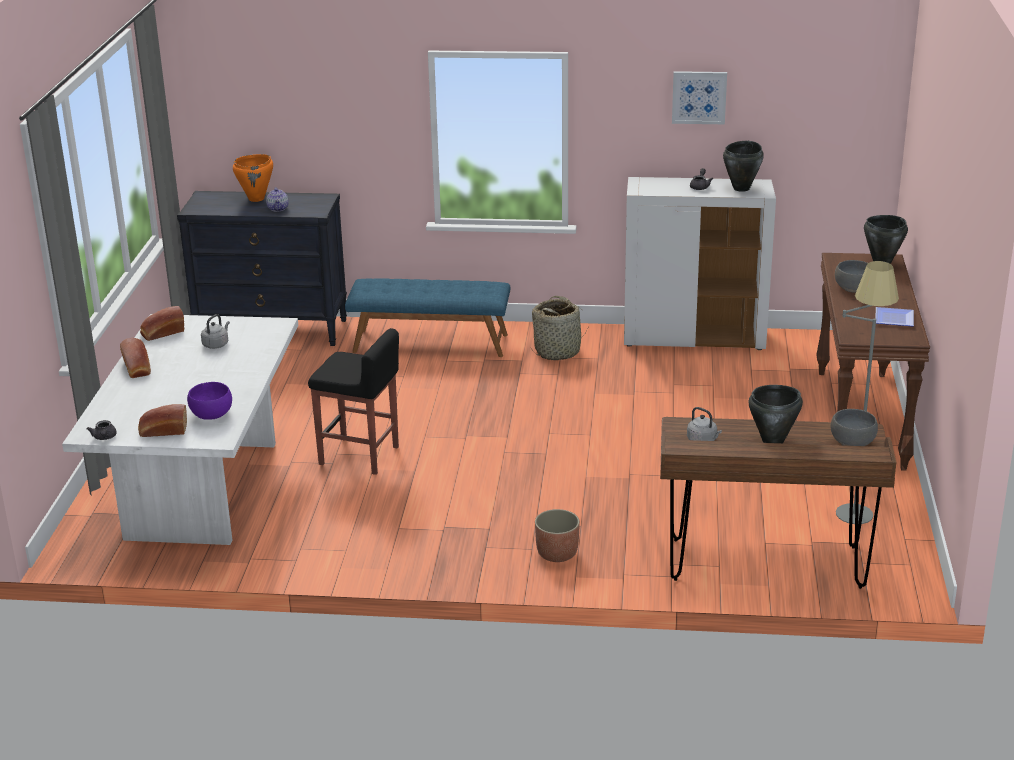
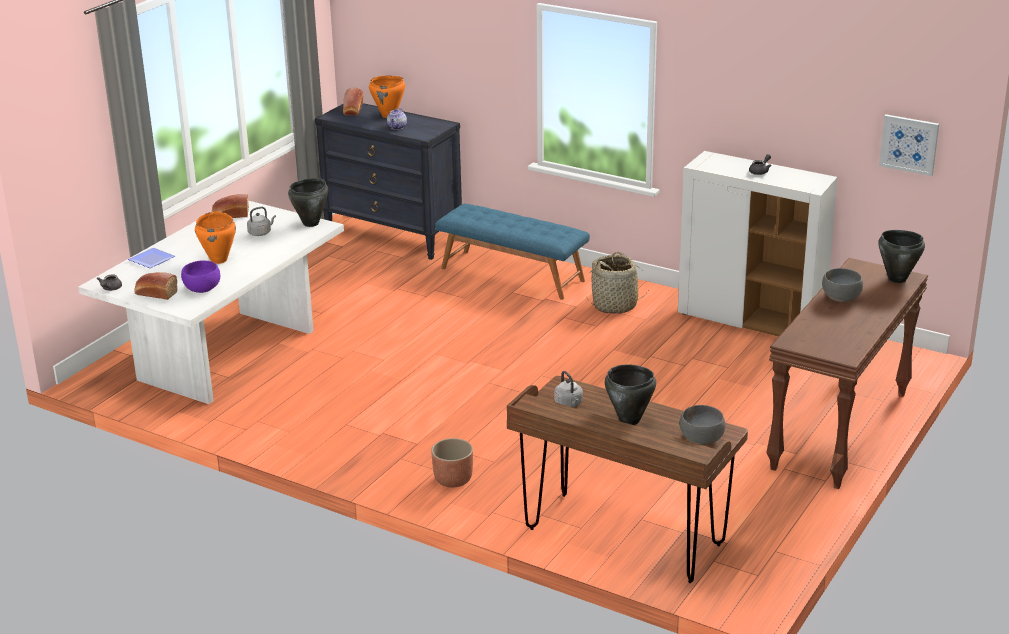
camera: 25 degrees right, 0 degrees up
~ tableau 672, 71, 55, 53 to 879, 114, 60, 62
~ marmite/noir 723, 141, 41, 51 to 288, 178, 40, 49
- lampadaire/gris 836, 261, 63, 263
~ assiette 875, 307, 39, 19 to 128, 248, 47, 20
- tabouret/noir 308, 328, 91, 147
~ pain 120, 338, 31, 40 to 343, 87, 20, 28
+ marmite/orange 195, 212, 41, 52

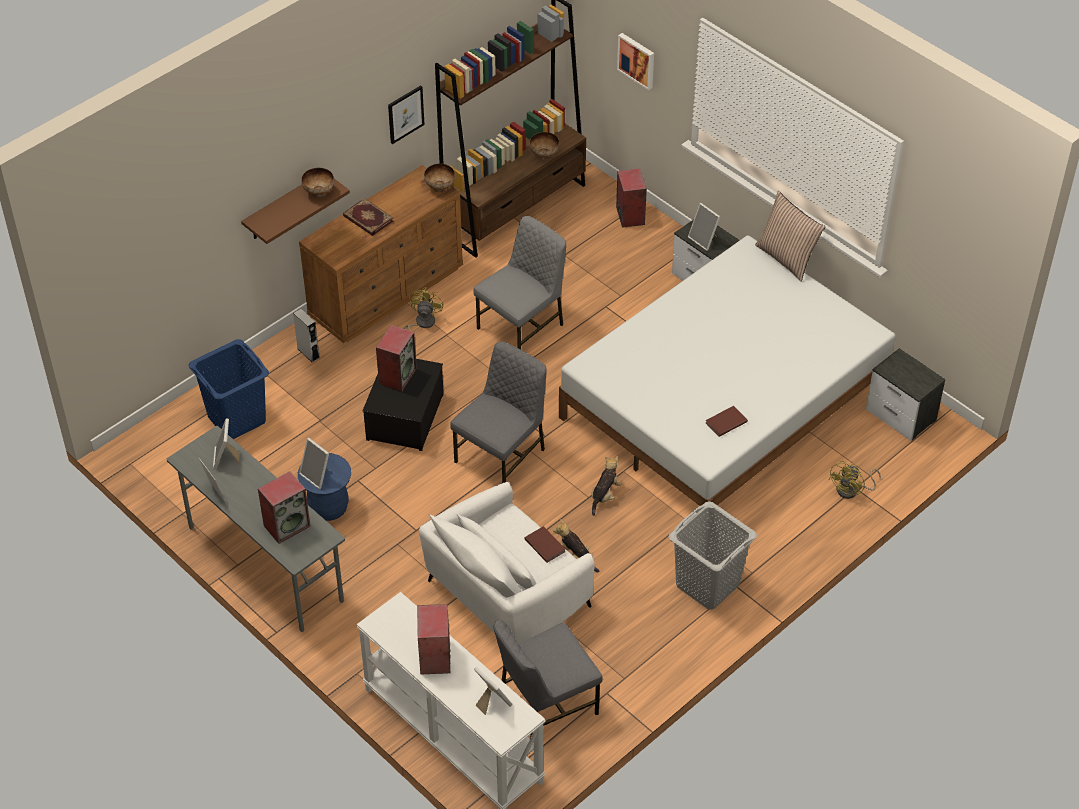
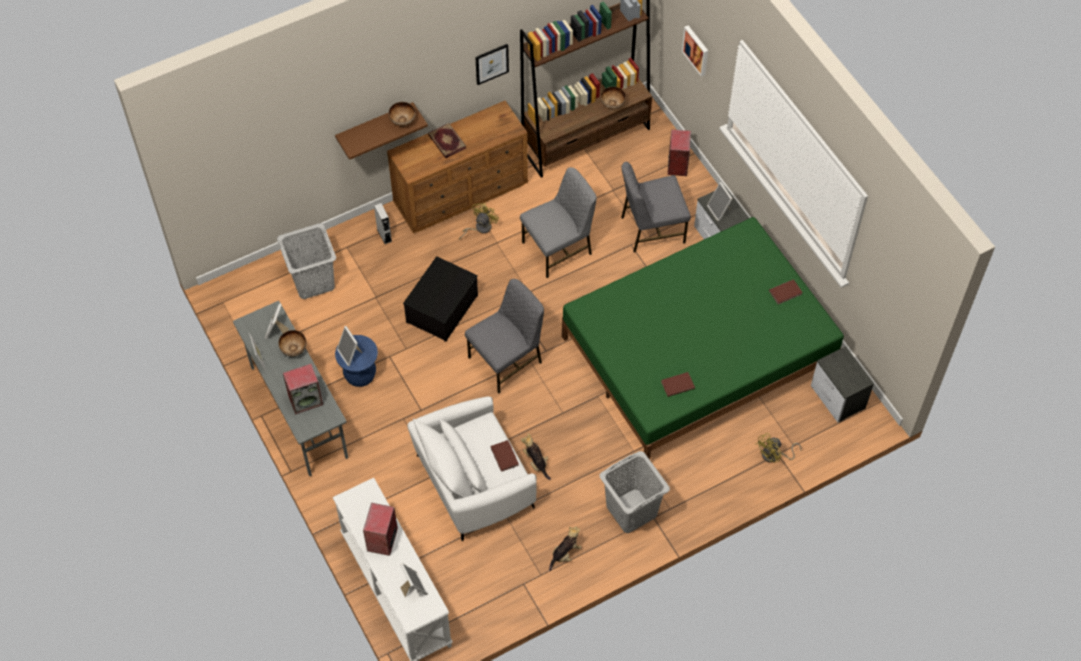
camera: 15 degrees right, 10 degrees up
~ bol 424, 163, 31, 29 to 278, 330, 29, 26
- coussin 755, 191, 70, 91
~ lit/blanc 559, 235, 336, 271 to lit/vert 562, 217, 282, 243
- enceinte 376, 325, 41, 67
~ panier à linge/bleu 189, 339, 80, 100 to panier à linge/gris 277, 223, 59, 76
~ peluche 591, 456, 31, 60 to 549, 527, 32, 44
~ chaise/gris 494, 619, 109, 119 to 621, 162, 70, 90
+ livre/marron 769, 279, 34, 25

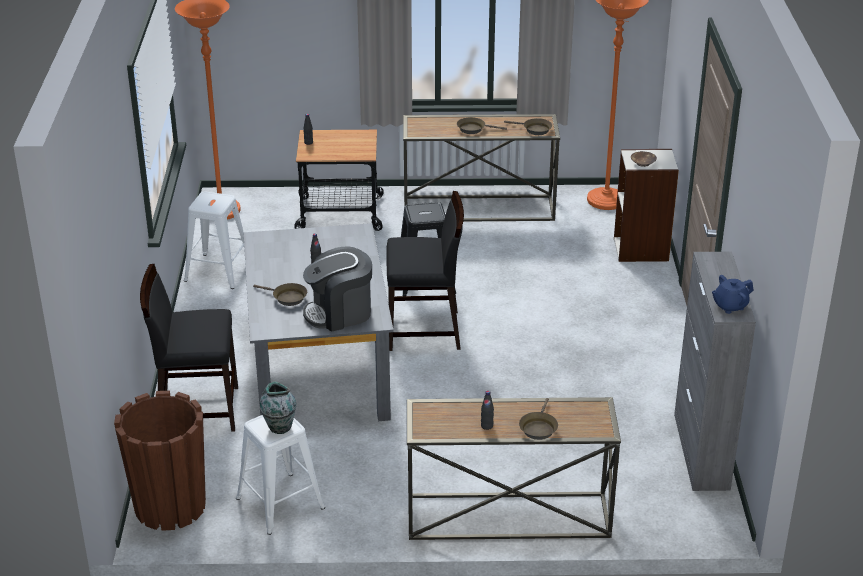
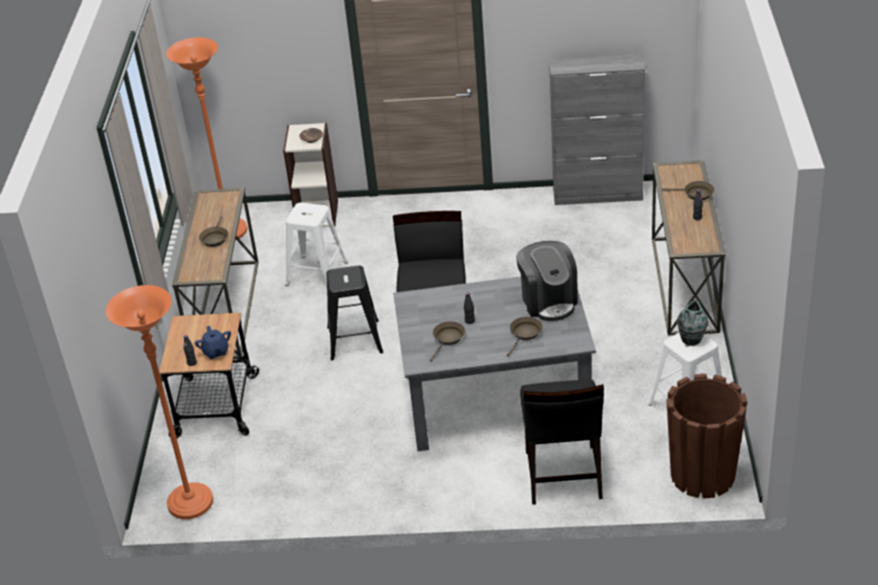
camera: 85 degrees left, 5 degrees up
~ poêle/marron 504, 118, 48, 17 to 430, 321, 35, 41
~ tabouret/blanc 184, 192, 60, 97 to 285, 203, 63, 83
~ théière/bleu 712, 275, 41, 39 to 195, 326, 36, 33

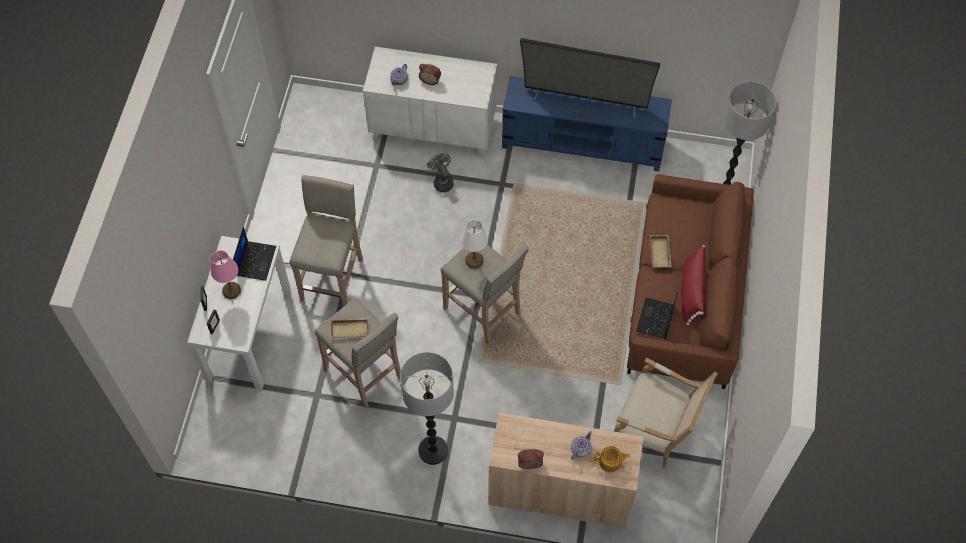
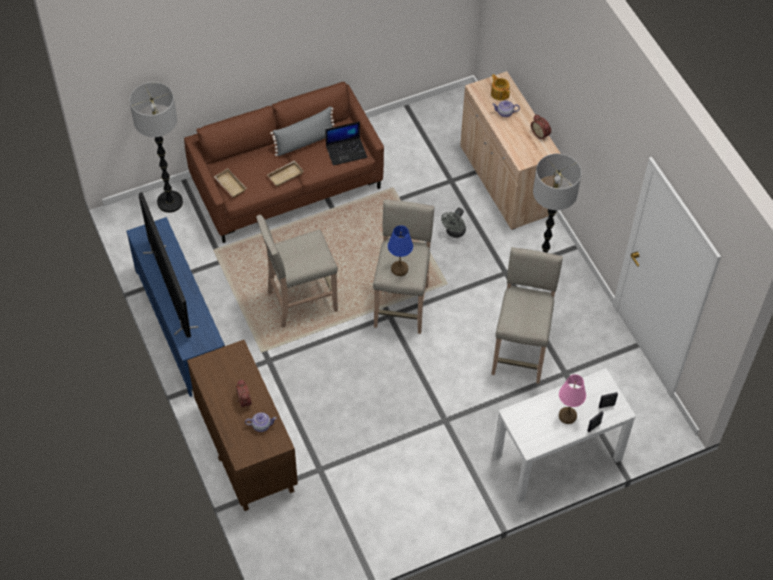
camera: 125 degrees left, 5 degrees down
~ commode/blanc 363, 47, 134, 109 to commode/marron 187, 340, 111, 171
~ ventilateur/gris 427, 153, 27, 39 to 441, 208, 25, 30
~ tabouret/beige 290, 175, 73, 131 to 256, 215, 82, 113
~ lampe de table/blanc 461, 220, 27, 49 to lampe de table/bleu 388, 225, 25, 51
- ordinateur portable 233, 227, 43, 54
~ coussin/rouge 681, 245, 25, 80 to coussin/gris 270, 106, 65, 50
~ plateau/beige 330, 318, 39, 20 to 214, 168, 33, 30
- fauteuil 614, 358, 104, 111

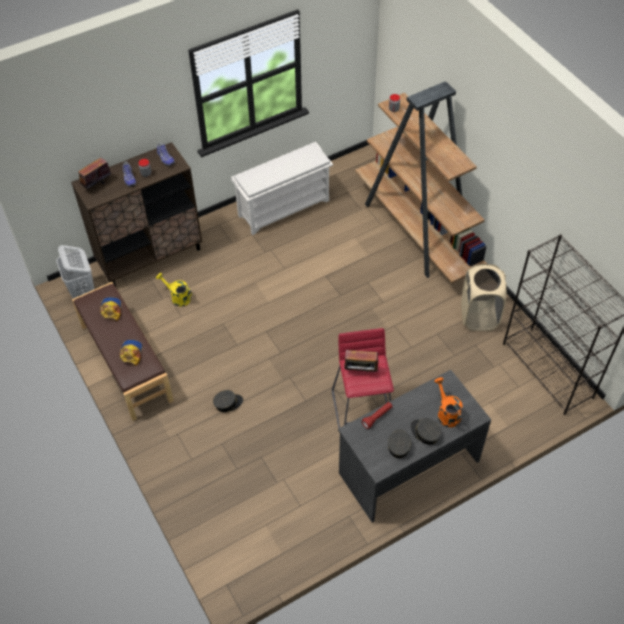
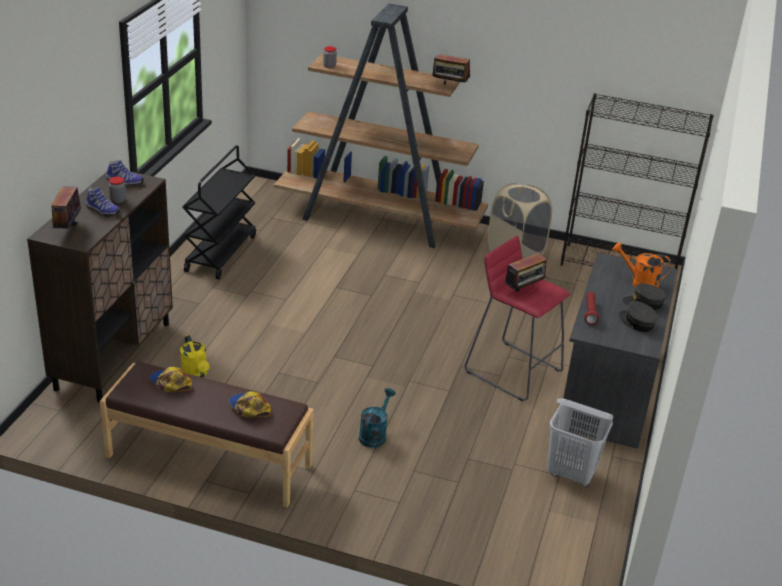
camera: 45 degrees left, 20 degrees down
~ étagère à chaussures/blanc 231, 142, 102, 93 to chariot/noir 182, 145, 74, 135
~ panier à linge/blanc 56, 245, 38, 54 to 547, 398, 67, 89
~ arrosoir/jaune 156, 273, 36, 34 = 180, 335, 29, 43 105 degrees counterclockwise
~ casquette/gris 213, 390, 30, 22 to arrosoir/turquoise 359, 388, 37, 60
+ radio 432, 48, 38, 37

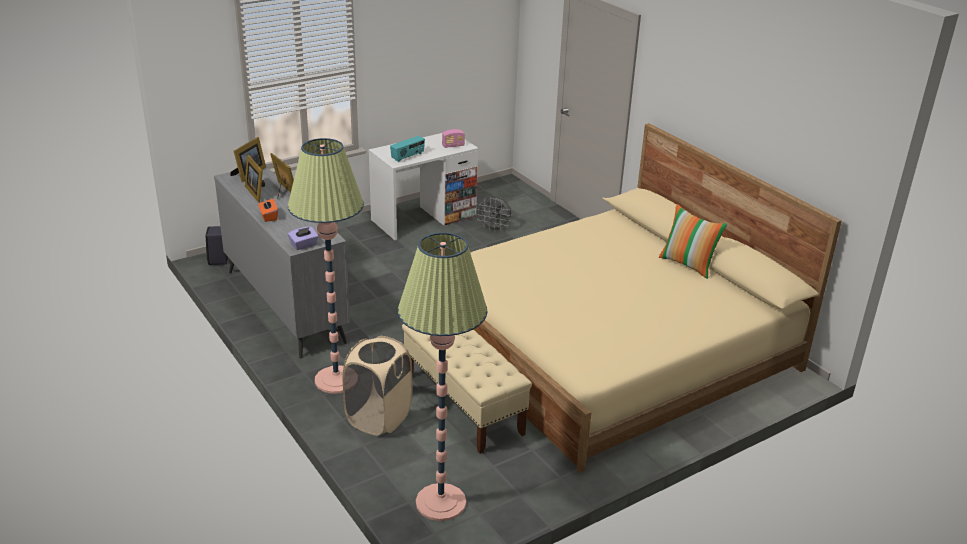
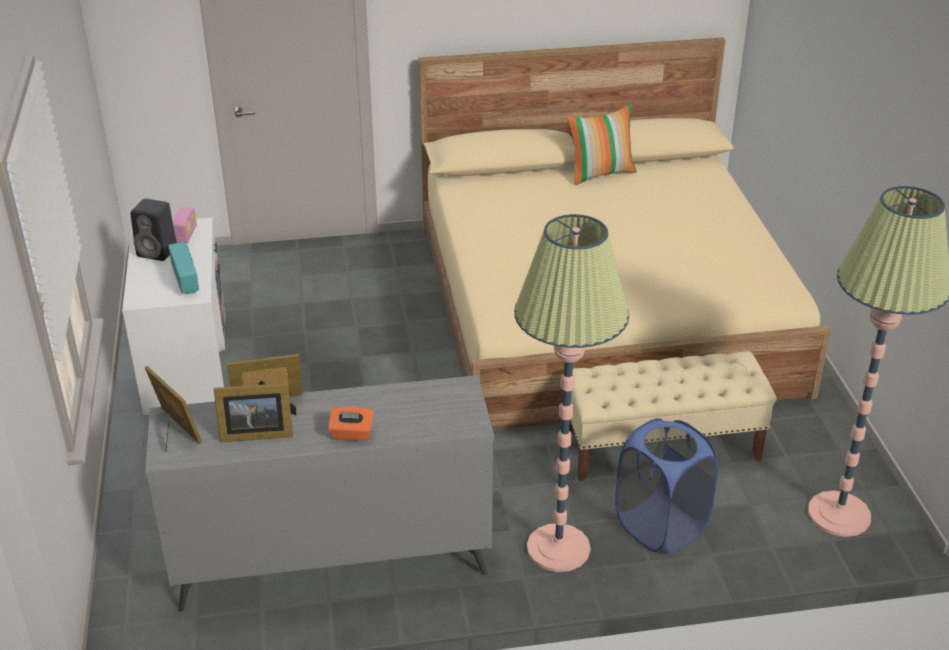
camera: 65 degrees left, 5 degrees up
- ventilateur/gris 475, 196, 36, 35
~ enceinte/noir 206, 226, 22, 39 to 131, 199, 46, 62
- boîte à mouchoirs/violet 288, 227, 31, 23
~ panier à linge/beige 342, 336, 70, 100 to panier à linge/bleu 615, 418, 103, 136

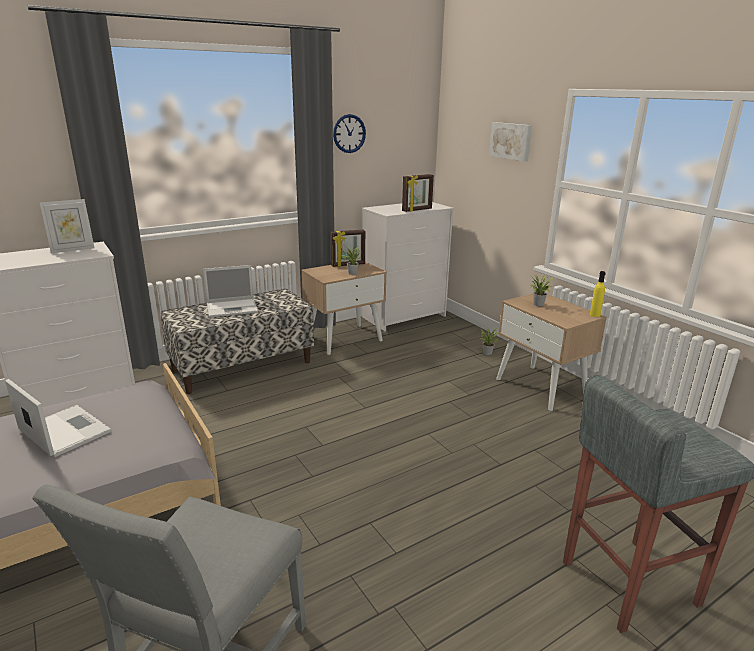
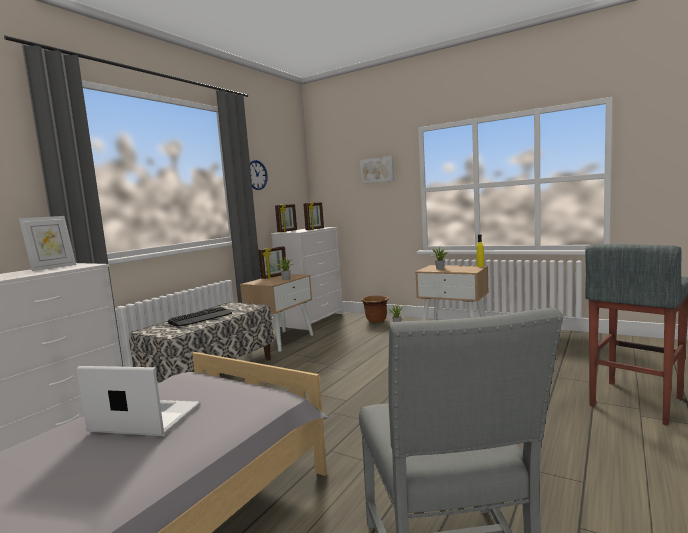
camera: 25 degrees left, 15 degrees down
~ ordinateur portable 203, 265, 55, 53 to clavier 168, 307, 64, 20
+ cadre photo 275, 204, 22, 28
+ cache-pot/marron 361, 295, 28, 28

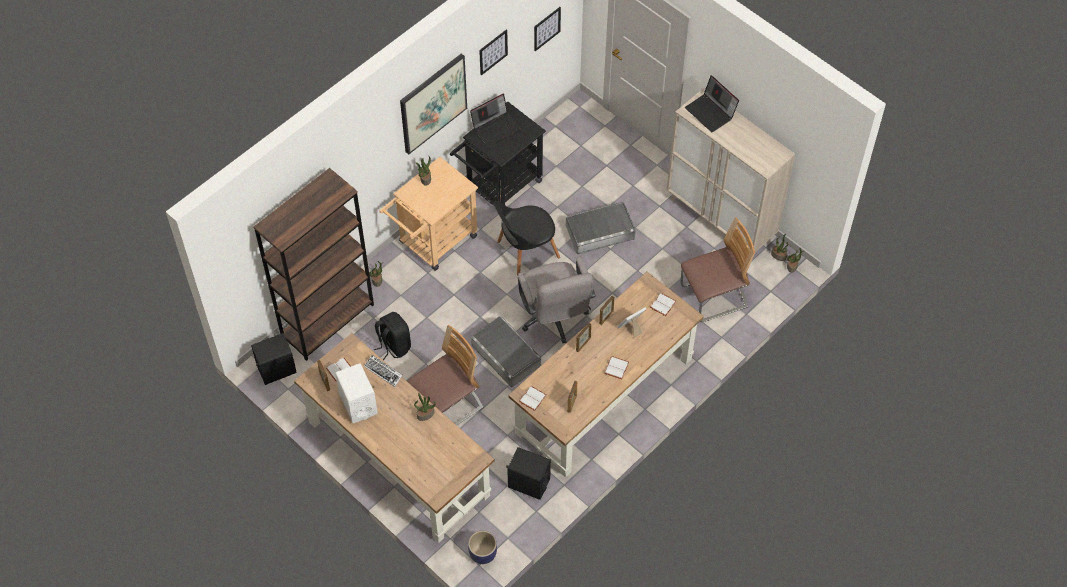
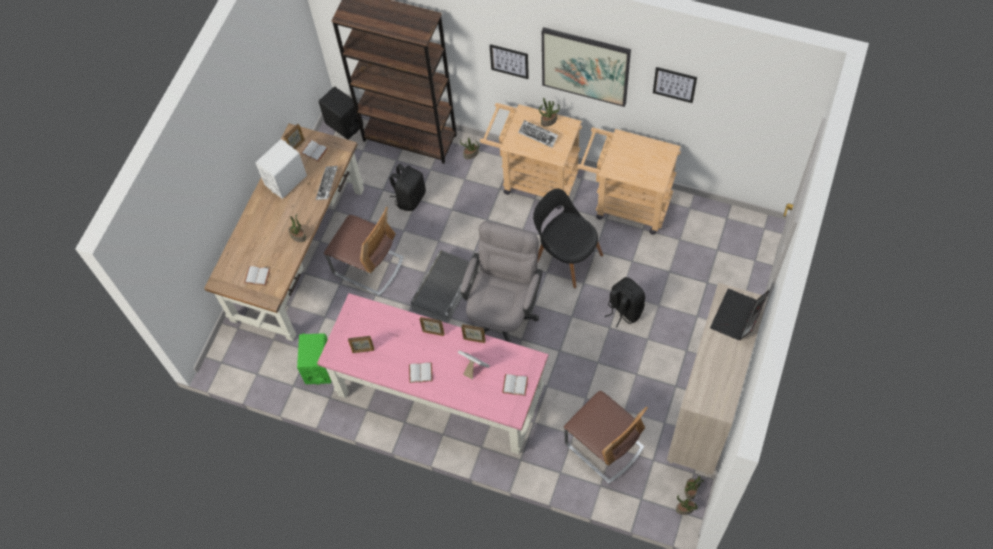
camera: 70 degrees right, 5 degrees up
~ tableau 534, 7, 27, 44 to 489, 44, 40, 35
- ordinateur portable 470, 94, 51, 53
~ chariot/noir 450, 101, 96, 104 to chariot/beige 577, 127, 104, 108
~ boîte de rangement/gris 565, 202, 70, 52 to sac à dos/noir 605, 277, 40, 51
~ chaise de bureau/gris 518, 257, 78, 86 = 461, 221, 82, 121 150 degrees clockwise
~ bureau/marron 508, 272, 196, 206 to bureau/rose 317, 293, 231, 161
~ livre/blanc 519, 386, 28, 25 to 244, 266, 26, 20
~ enceinte/noir 506, 447, 45, 53 to enceinte/vert 297, 333, 34, 52
- cache-pot 468, 530, 29, 34
+ clavier 518, 120, 40, 28

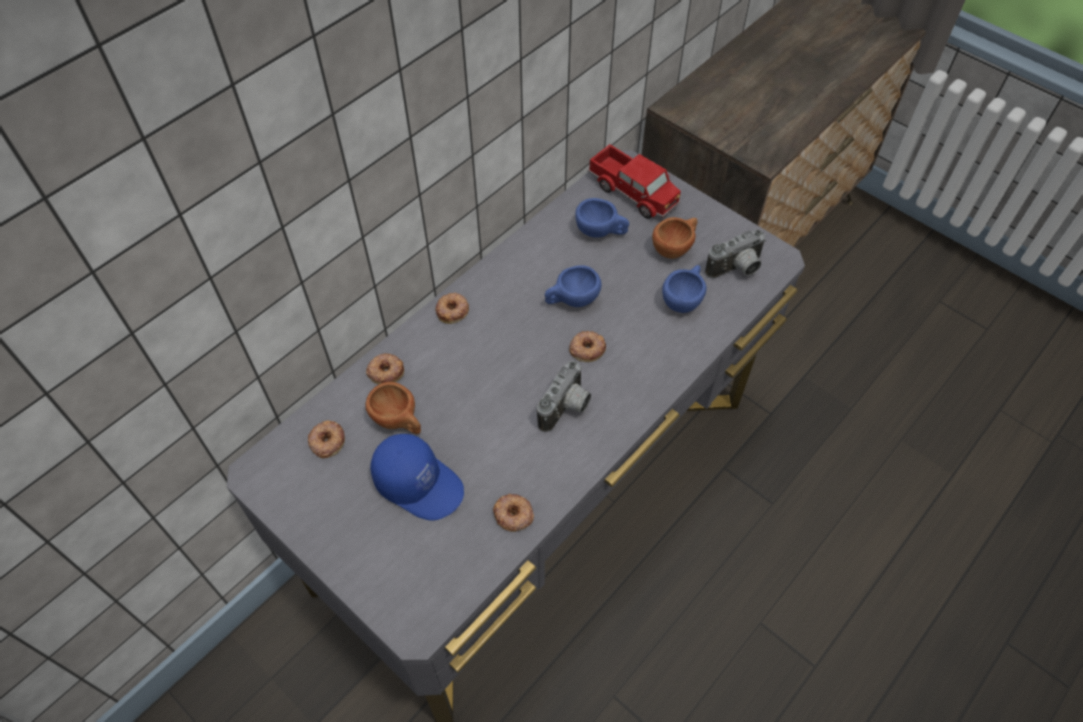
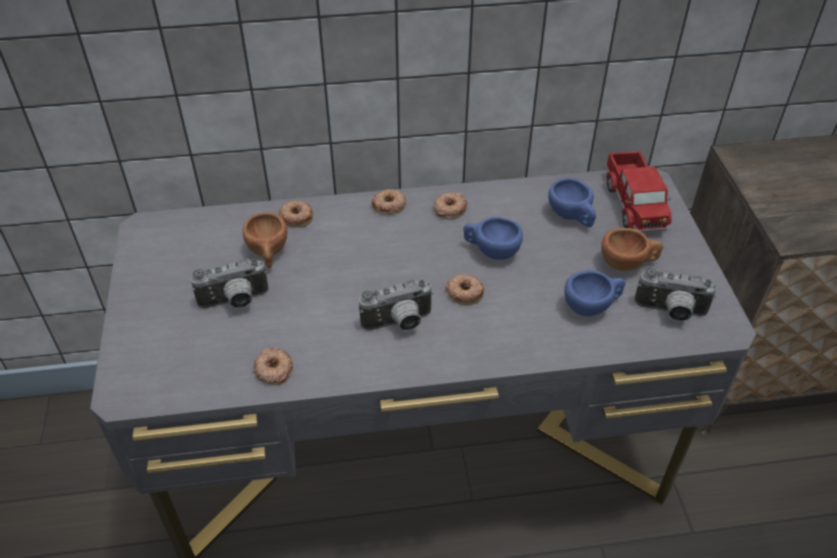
camera: 40 degrees right, 10 degrees down
~ beignet 308, 420, 37, 38 to 434, 192, 33, 28
~ casquette/bleu 370, 434, 94, 87 to appareil photo 191, 259, 77, 50

